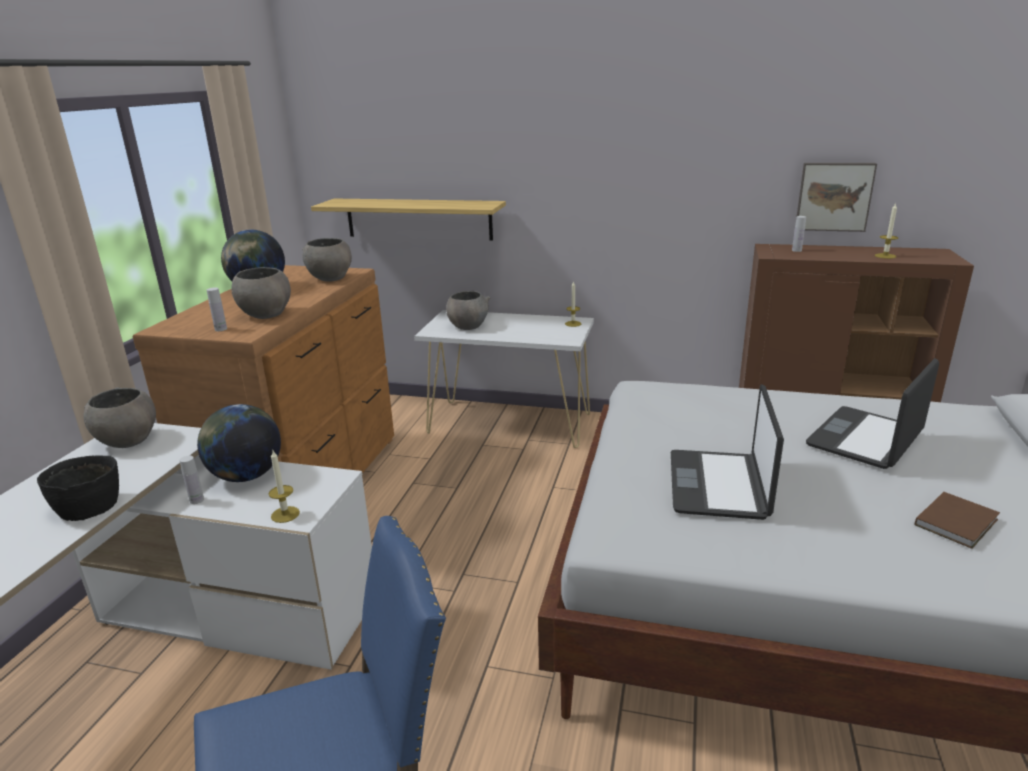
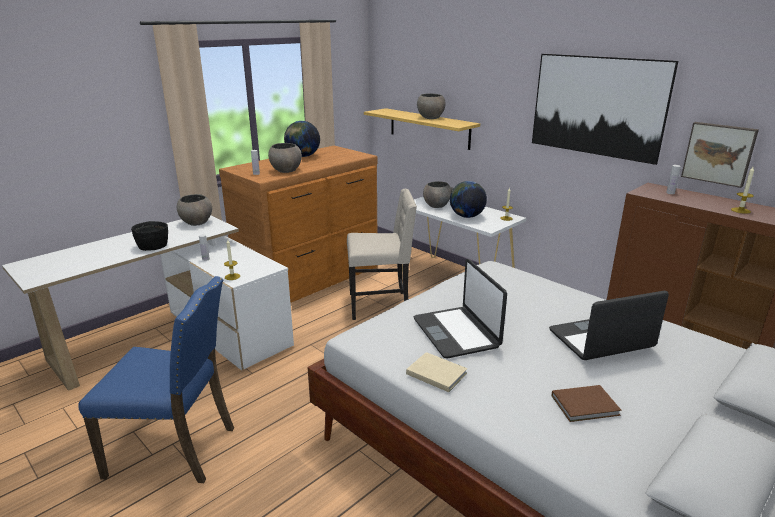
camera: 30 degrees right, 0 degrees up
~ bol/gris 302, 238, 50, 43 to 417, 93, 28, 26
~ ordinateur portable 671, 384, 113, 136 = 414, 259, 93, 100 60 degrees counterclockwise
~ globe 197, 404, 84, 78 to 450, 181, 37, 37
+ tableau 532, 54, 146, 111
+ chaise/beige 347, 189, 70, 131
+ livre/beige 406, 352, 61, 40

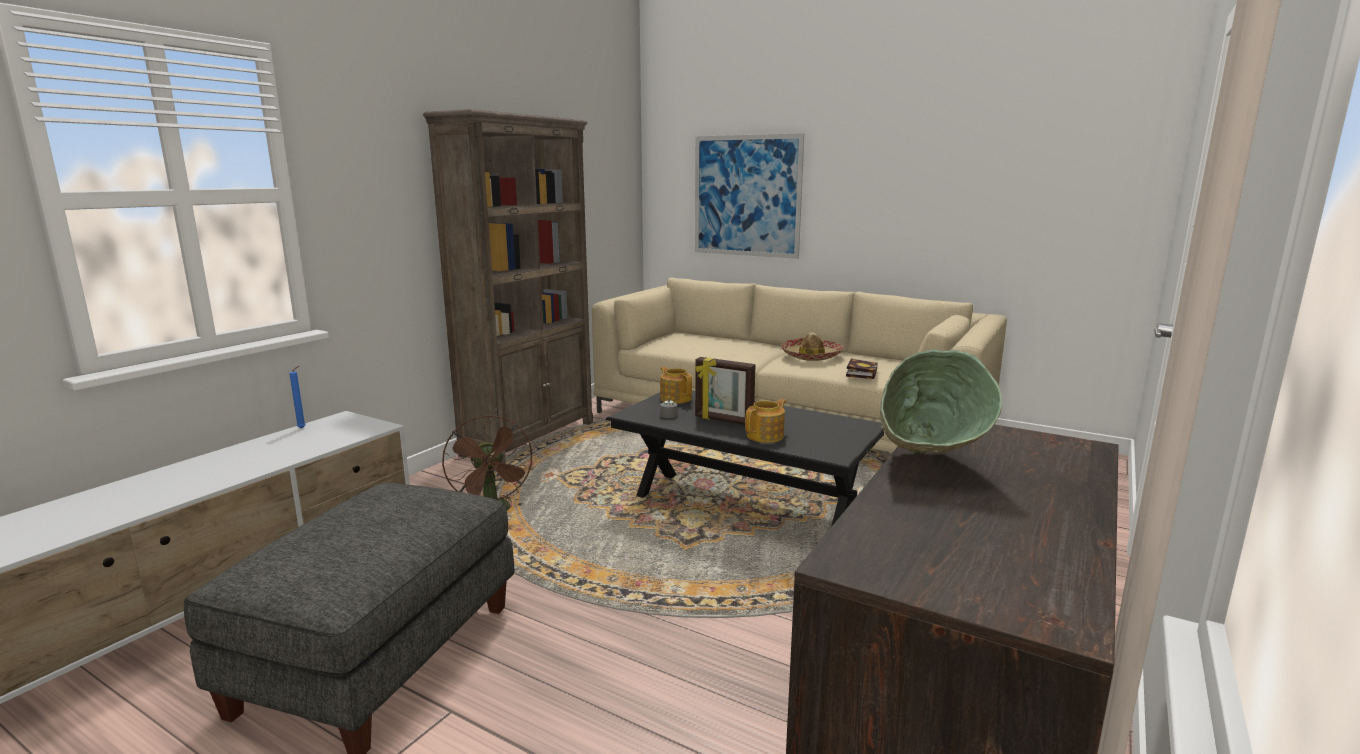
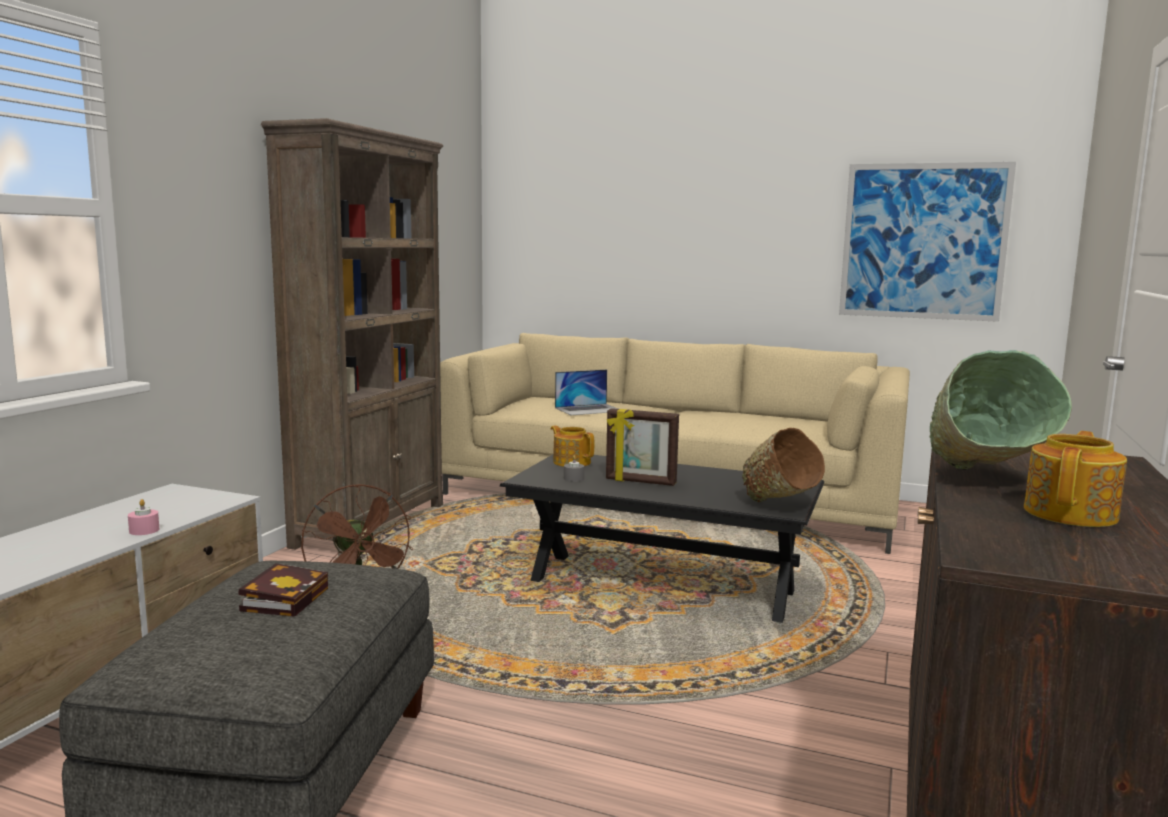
camera: 10 degrees left, 5 degrees down
~ tableau 695, 133, 110, 126 to 839, 162, 177, 160
- chapeau 781, 332, 63, 29
~ livre 846, 358, 32, 21 to 239, 563, 89, 54
- bougie/bleu 289, 366, 17, 63
~ théière 745, 399, 41, 44 to 1024, 431, 103, 96
+ ordinateur portable 555, 369, 63, 46
+ bol/marron 742, 428, 83, 74
+ bougie/rose 128, 499, 31, 36

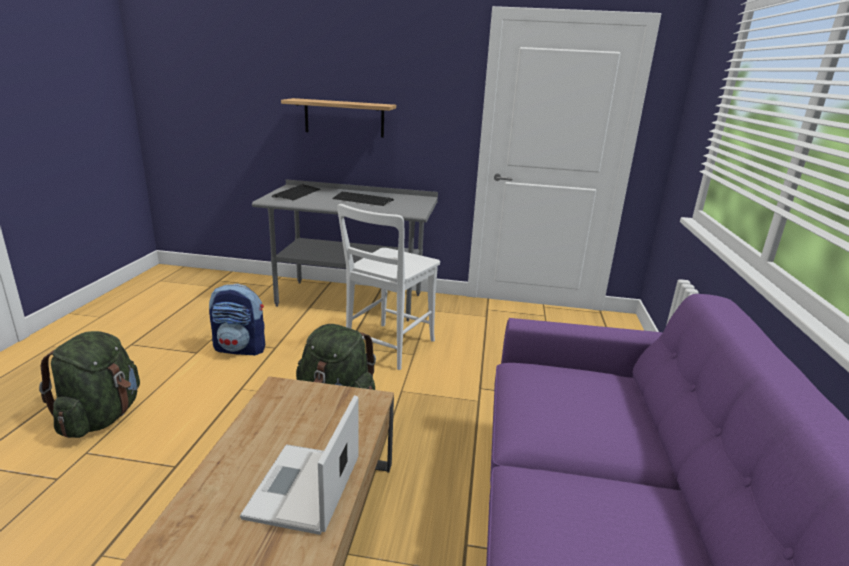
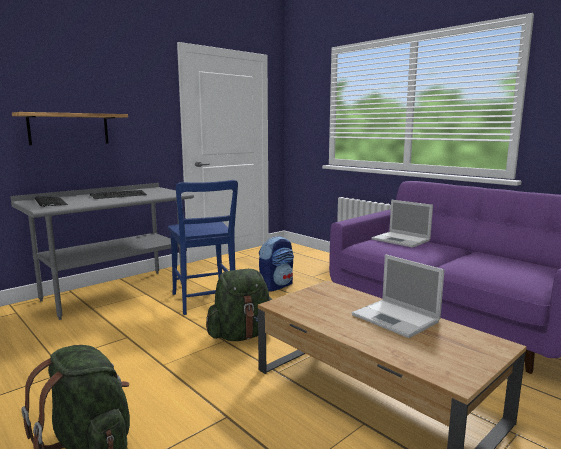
camera: 50 degrees left, 10 degrees down
~ chaise/blanc 337, 204, 103, 166 to chaise/bleu 168, 180, 70, 135
~ sac à dos 209, 284, 56, 72 to 259, 236, 35, 56
+ ordinateur portable 371, 200, 62, 48

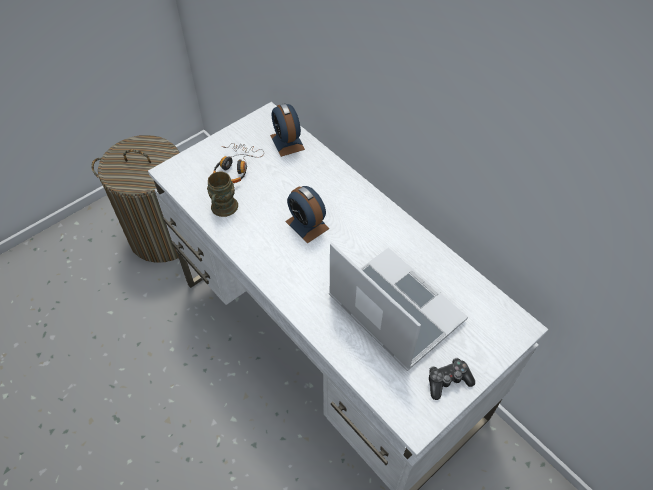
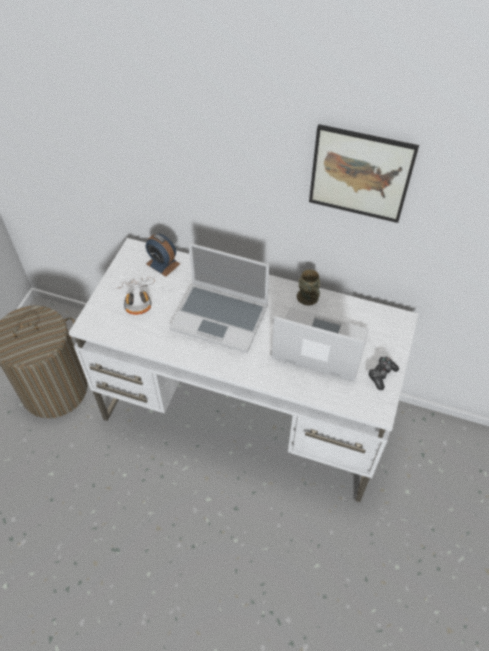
camera: 30 degrees left, 0 degrees up
~ mug/marron 207, 171, 31, 46 to 297, 269, 23, 36
~ réveil 285, 186, 45, 57 to ordinateur portable 169, 243, 101, 110
+ tableau 309, 124, 110, 99

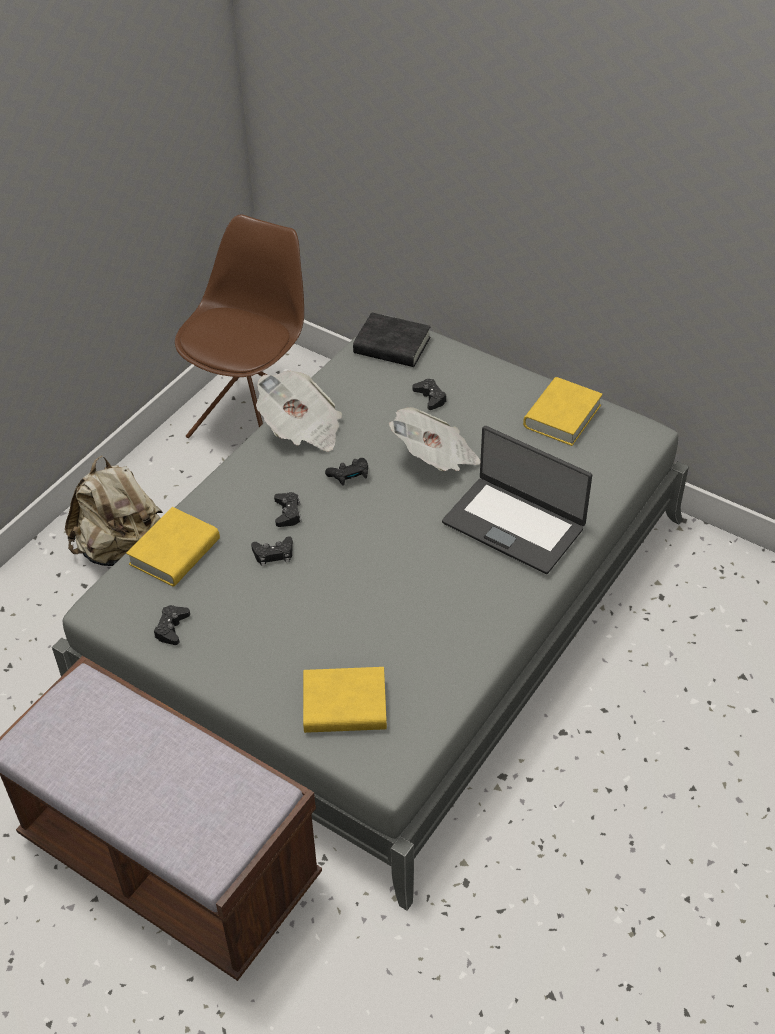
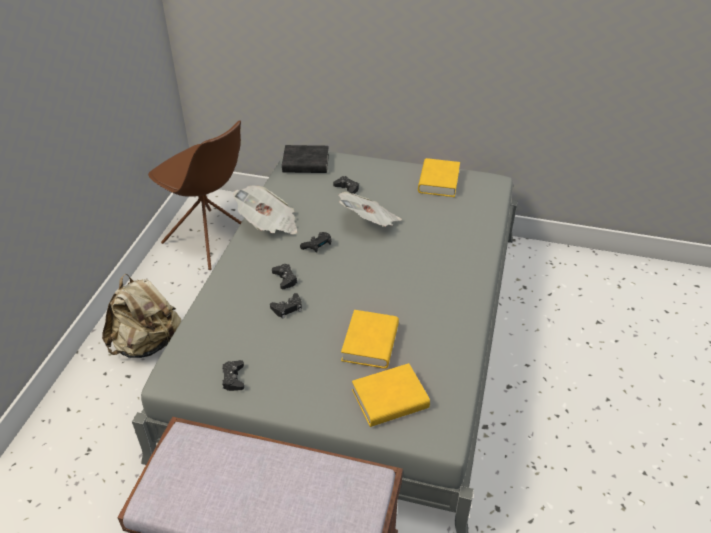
camera: 20 degrees left, 5 degrees down
~ chaise/marron 175, 214, 129, 224 = 148, 120, 94, 150 120 degrees clockwise
- ordinateur portable 442, 426, 150, 148
~ livre/jaune 126, 507, 94, 80 to 341, 310, 58, 59

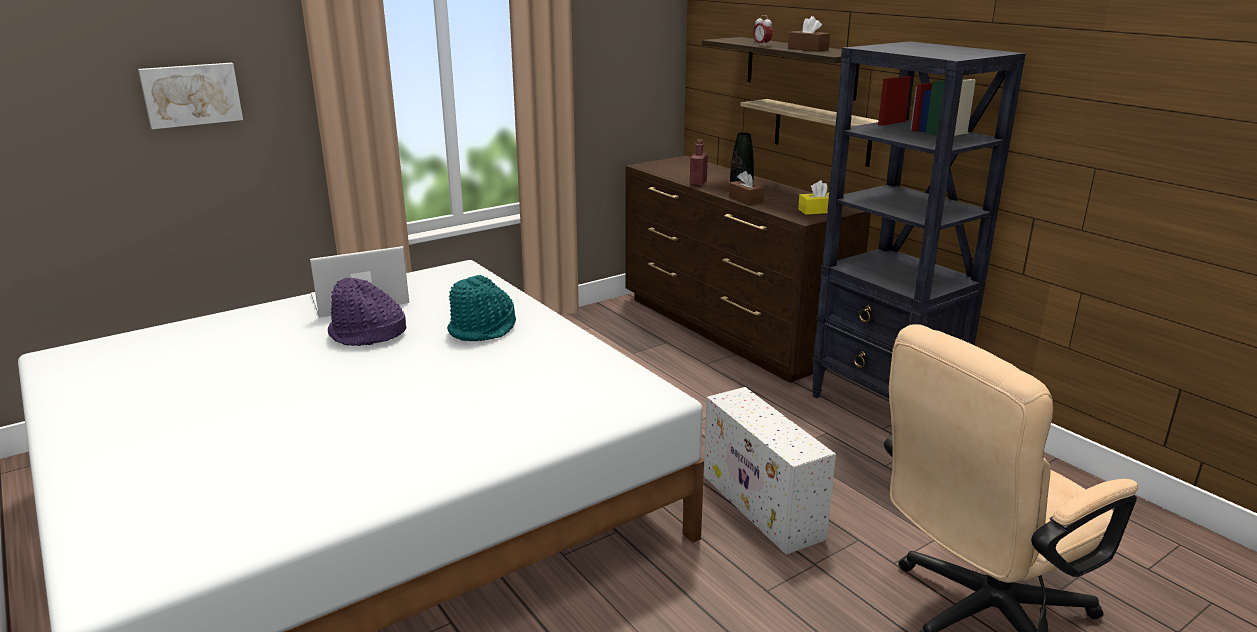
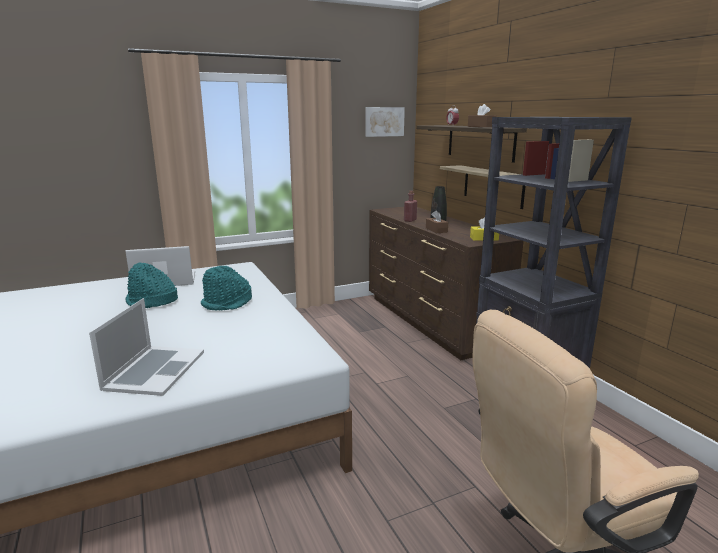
camera: 10 degrees right, 5 degrees down
~ tableau 138, 63, 105, 66 to 365, 107, 40, 30
~ chapeau/violet 328, 278, 78, 68 to chapeau/turquoise 126, 263, 52, 45
- boîte de rangement/blanc 704, 387, 132, 168
+ ordinateur portable 89, 298, 115, 98

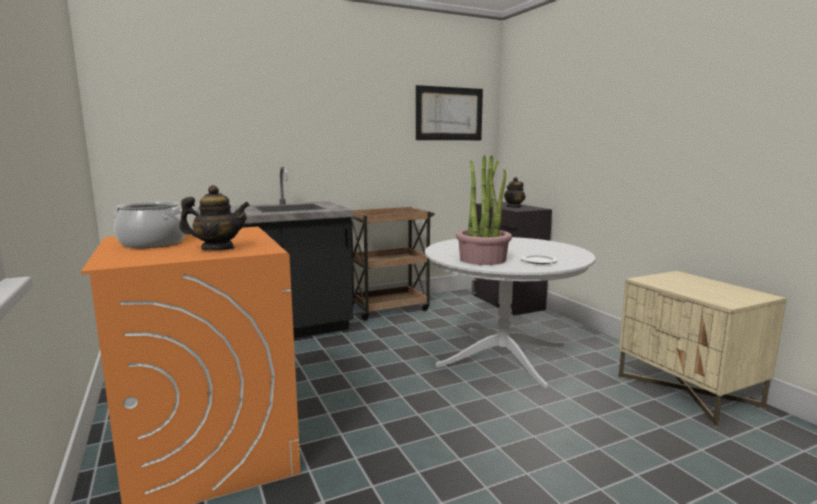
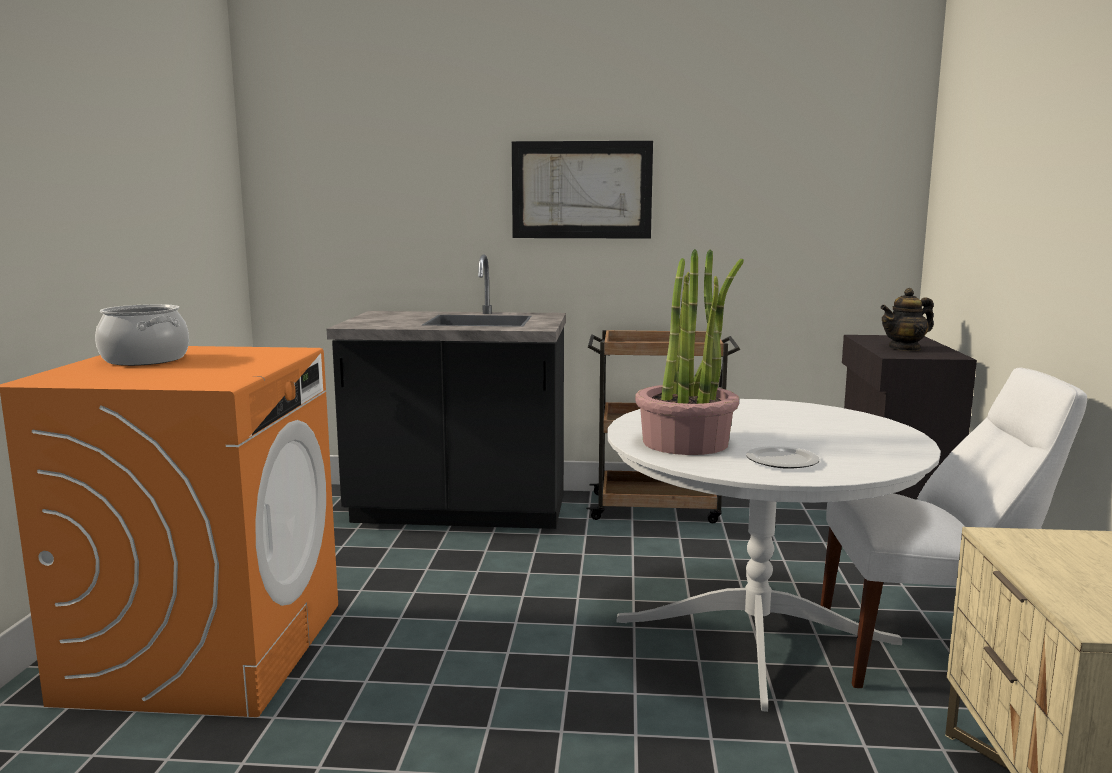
camera: 30 degrees right, 0 degrees up
~ tableau 416, 85, 67, 55 to 512, 141, 141, 98
- théière 179, 185, 71, 66
+ chaise/blanc 821, 367, 266, 321

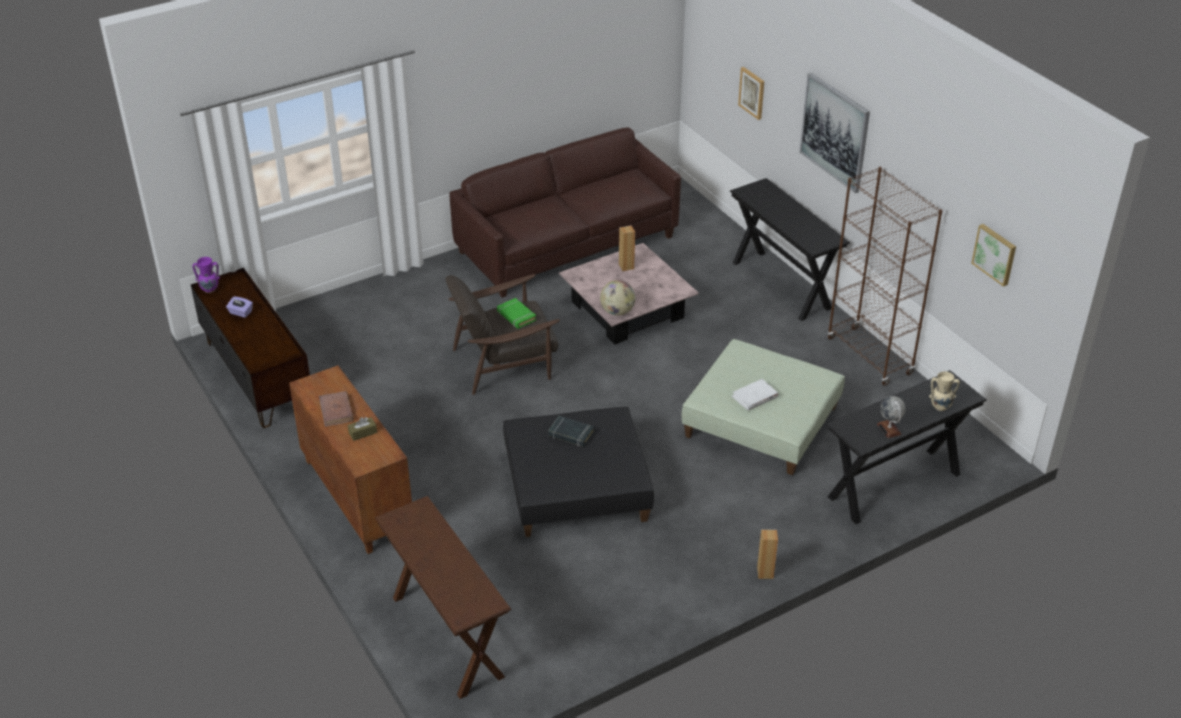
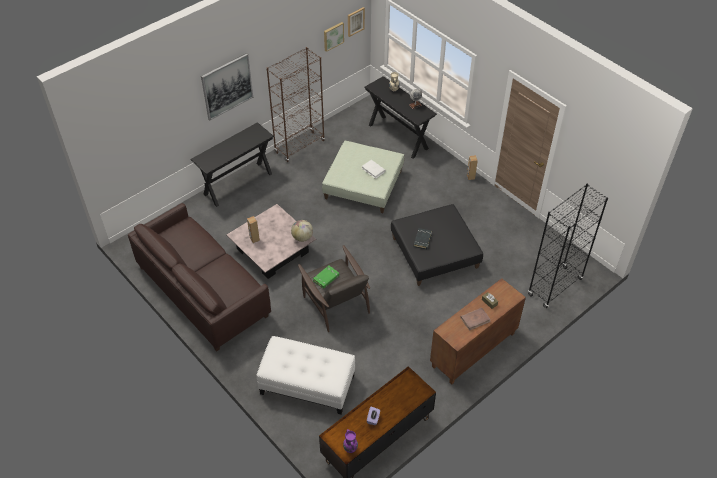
camera: 100 degrees left, 10 degrees up
~ tableau 738, 67, 26, 53 to 348, 7, 17, 30
~ table console/marron 375, 496, 136, 203 to bibliothèque/noir 528, 184, 80, 124
+ pouf/blanc 257, 336, 98, 79

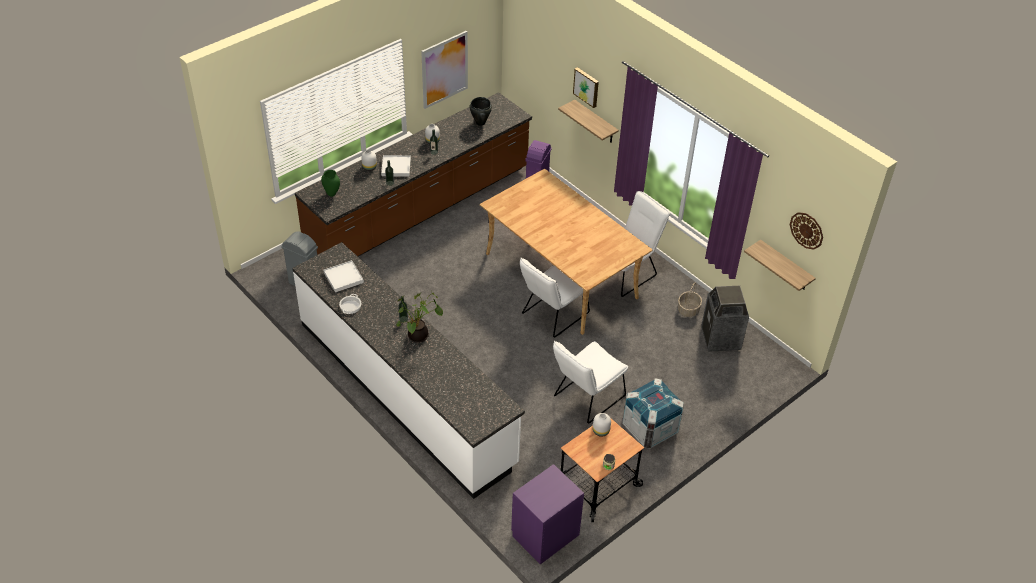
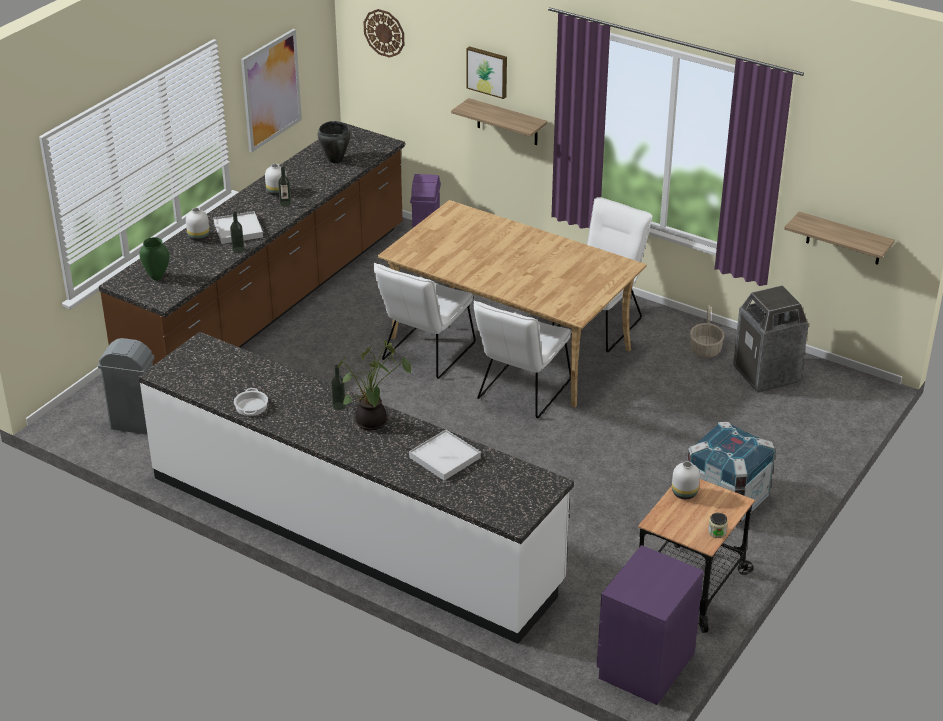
camera: 15 degrees left, 10 degrees down
~ horloge murale 790, 212, 33, 38 to 363, 9, 41, 49
~ plateau/blanc 324, 260, 40, 32 to 409, 429, 72, 52
~ chaise/blanc 553, 341, 75, 83 to 374, 263, 102, 116

